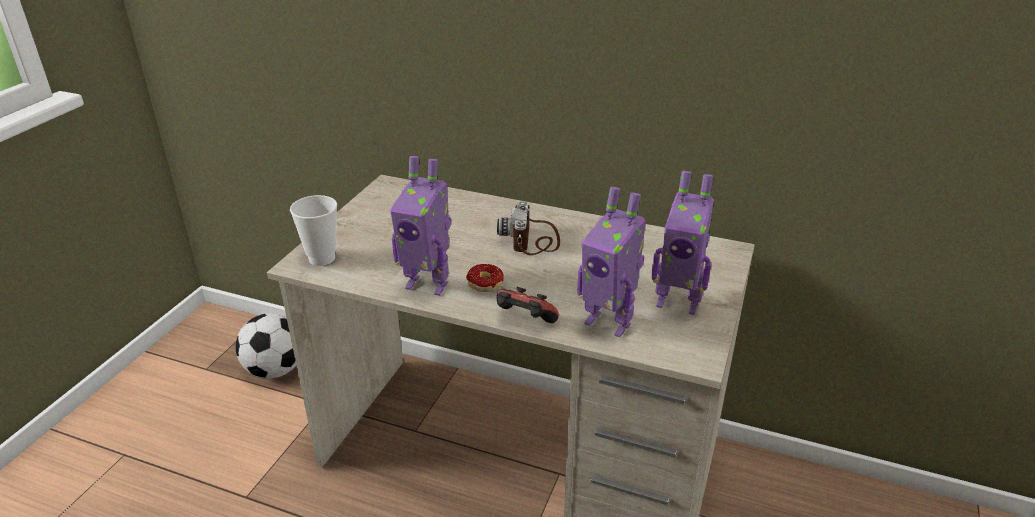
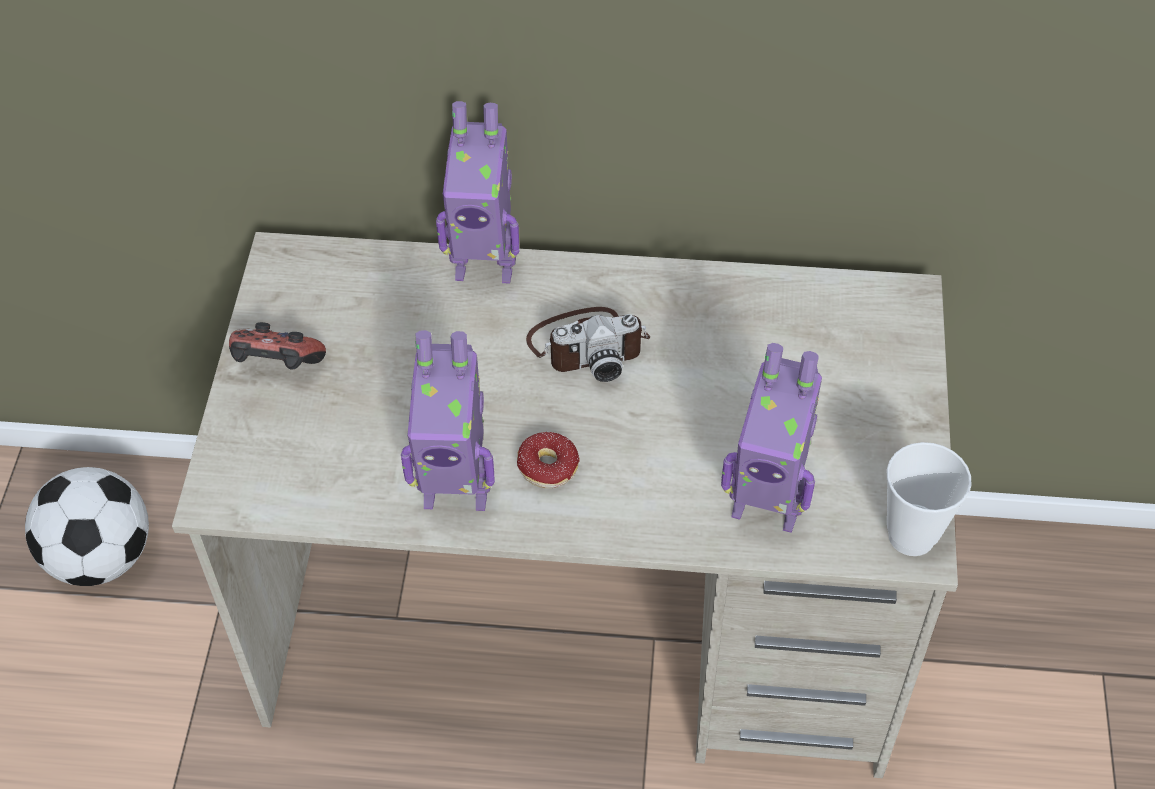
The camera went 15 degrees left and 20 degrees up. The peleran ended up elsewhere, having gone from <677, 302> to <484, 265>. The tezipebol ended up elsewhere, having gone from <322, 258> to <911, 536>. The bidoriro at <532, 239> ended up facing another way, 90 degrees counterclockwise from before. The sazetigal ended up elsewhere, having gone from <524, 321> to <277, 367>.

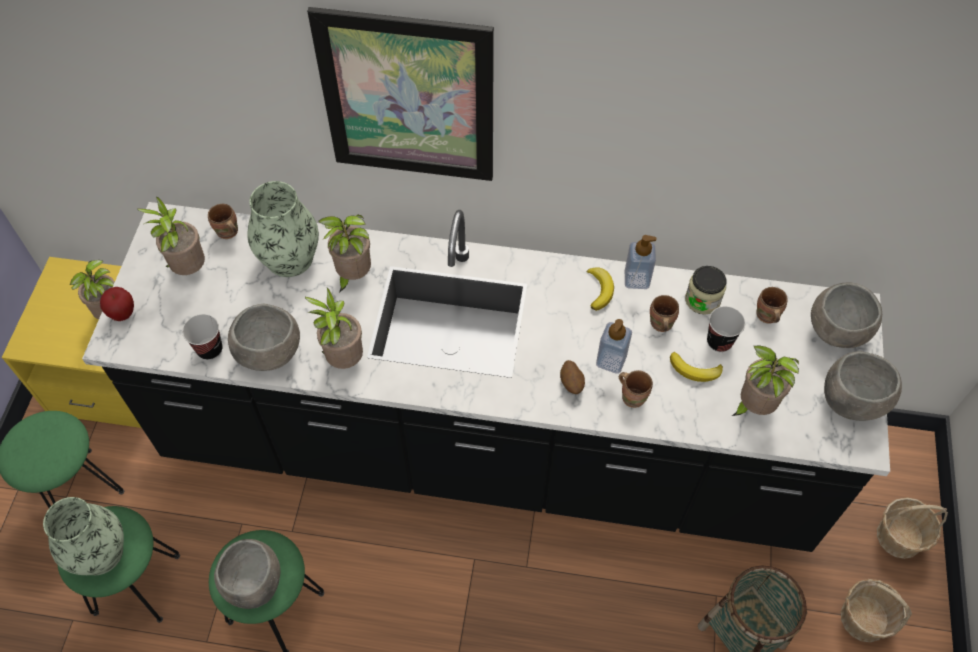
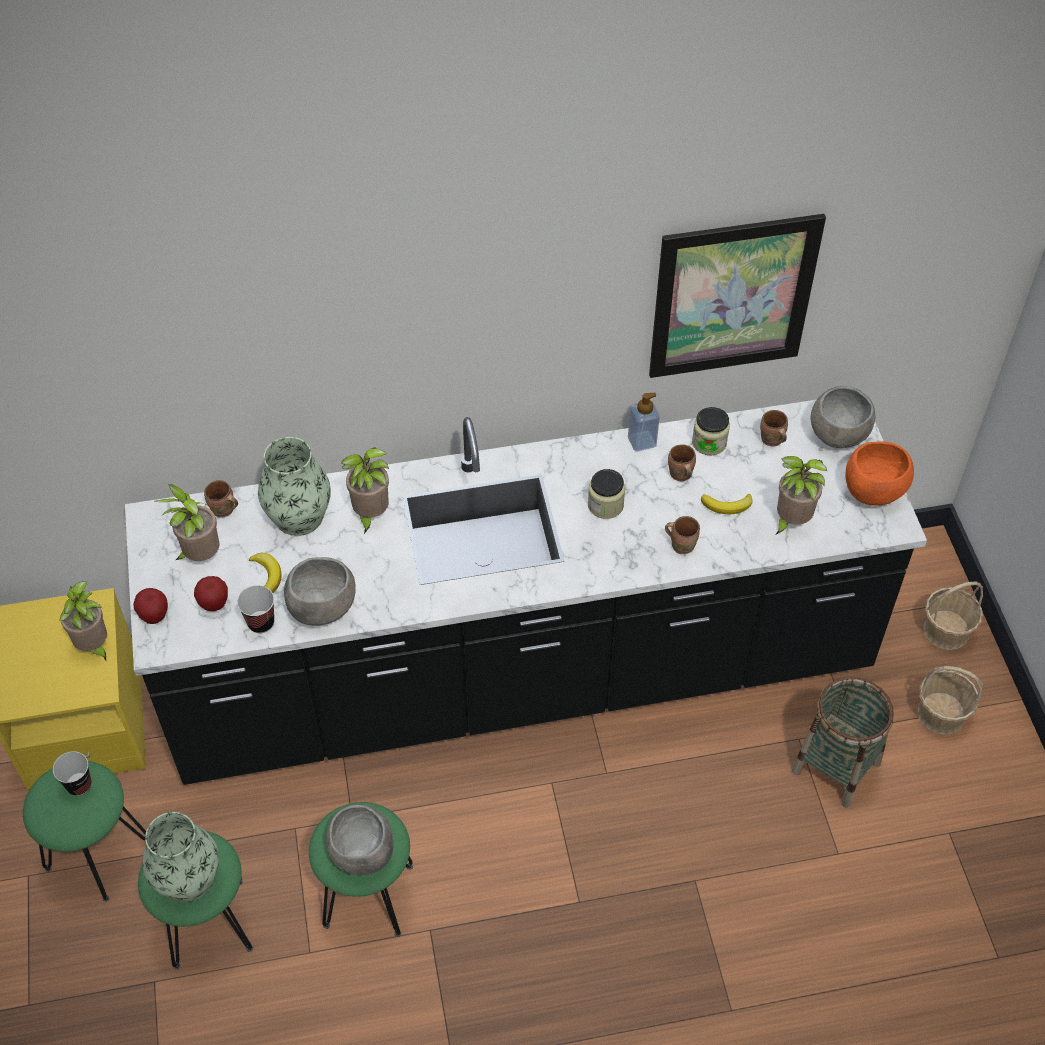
The camera went 20 degrees left and 5 degrees down. The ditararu ended up elsewhere, having gone from <408, 98> to <732, 297>. The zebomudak ended up elsewhere, having gone from <599, 290> to <267, 575>. The second view lost the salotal at <343, 359>. The tezipebol ended up elsewhere, having gone from <719, 342> to <79, 785>. The second view lost the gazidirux at <611, 361>. What was the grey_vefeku at <850, 401> turned into the orange_vefeku at <872, 492>. The second view lost the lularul at <571, 383>. The second view gained the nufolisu at <605, 505>. The second view gained the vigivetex at <214, 604>.

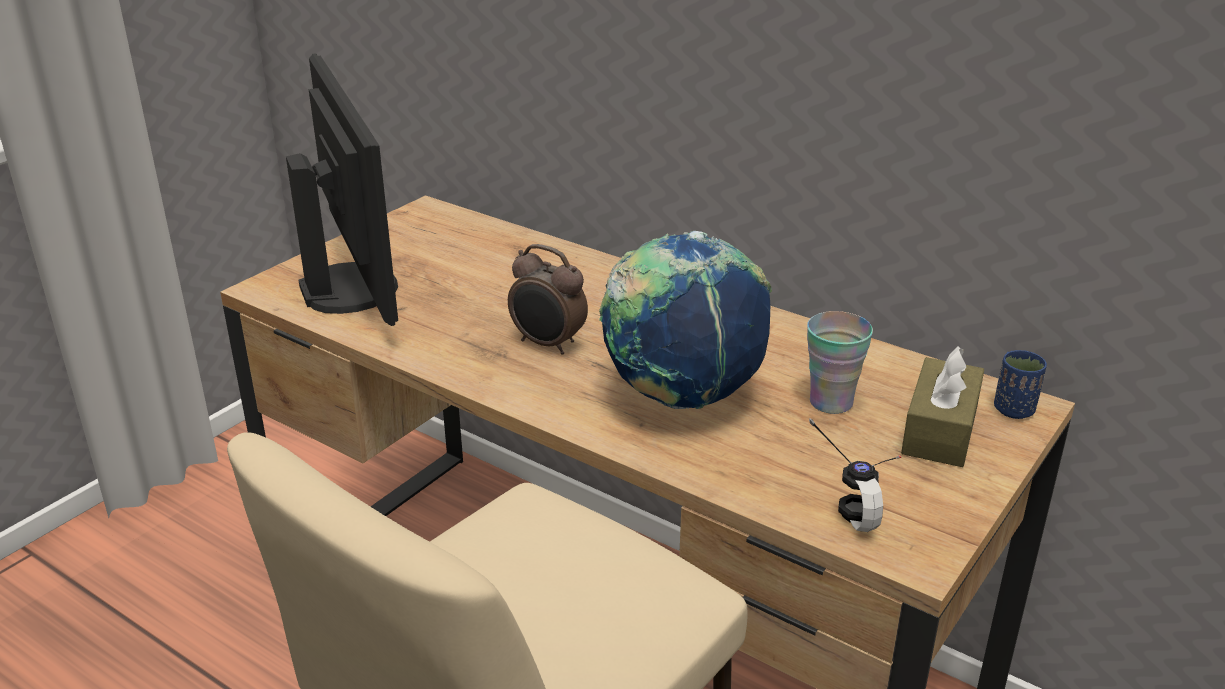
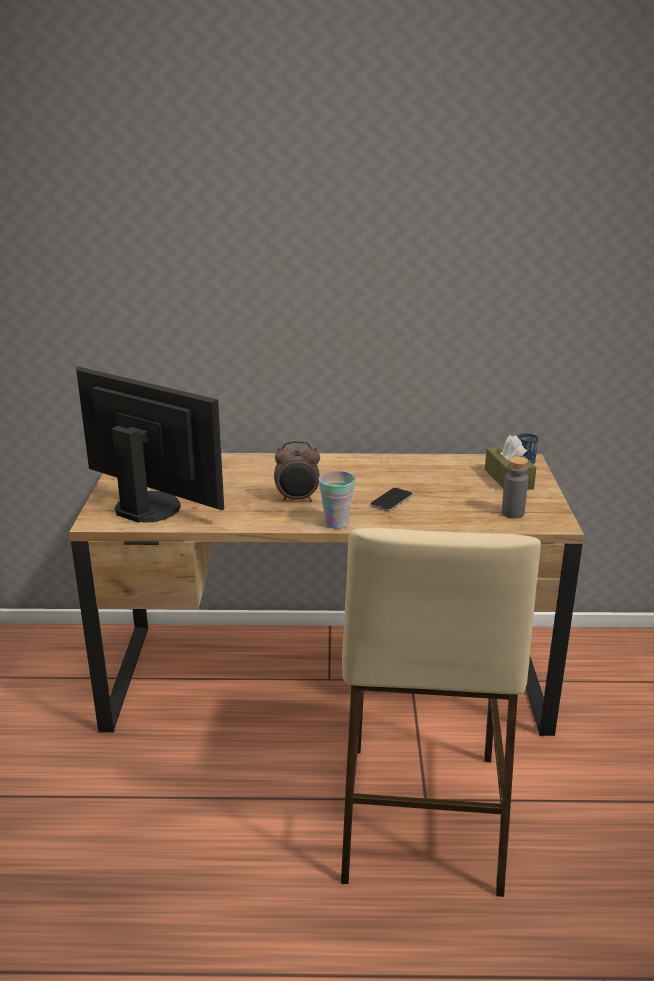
The camera went 35 degrees left and 5 degrees down. Where the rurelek stood at <681, 397>, the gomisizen came to stand at <391, 500>. The tezipebol ended up elsewhere, having gone from <831, 402> to <336, 523>. Where the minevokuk stood at <857, 500>, the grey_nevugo came to stand at <512, 513>.

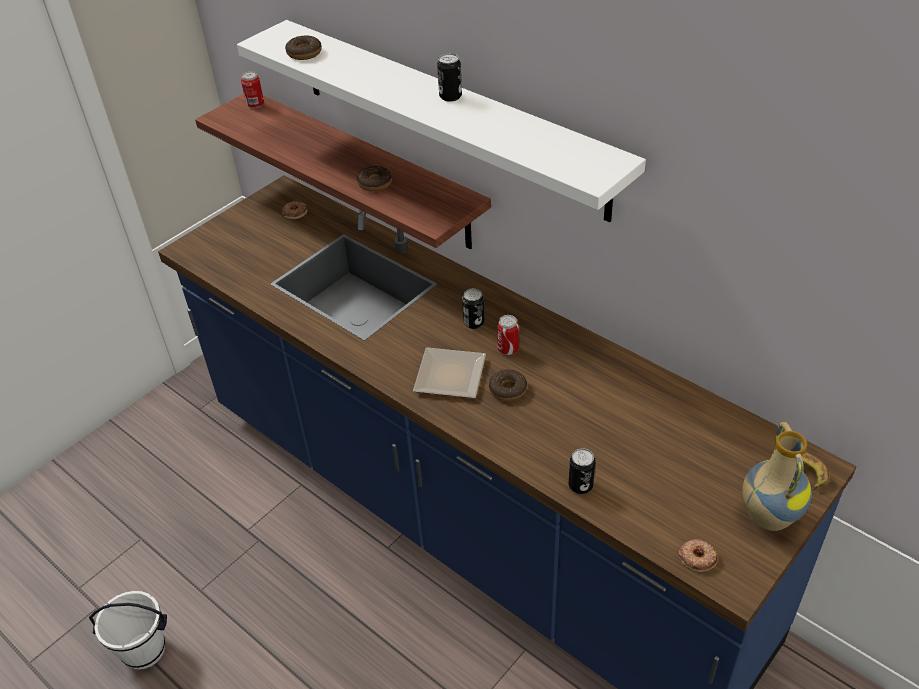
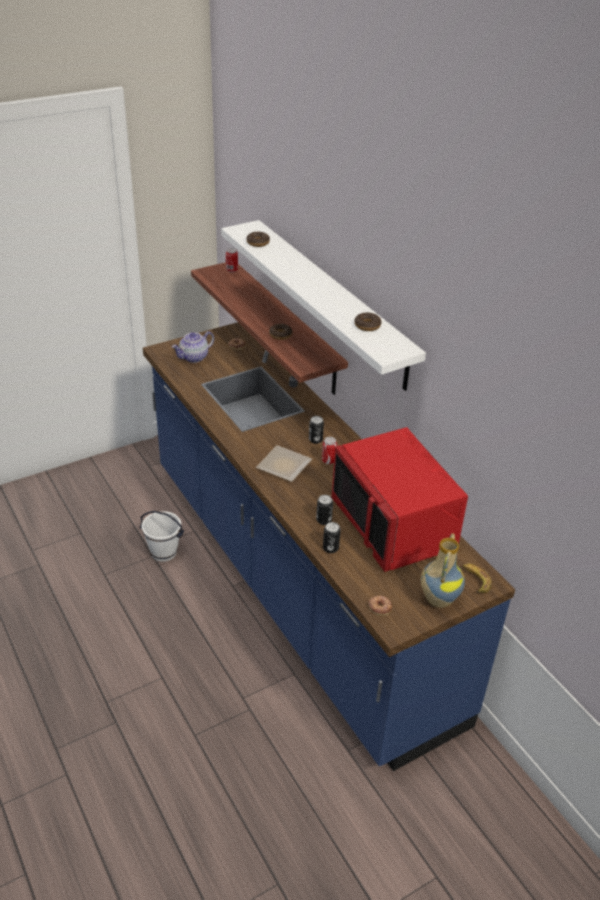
The camera went 15 degrees right and 5 degrees down. The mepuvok ended up elsewhere, having gone from <450, 96> to <323, 520>. The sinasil ended up elsewhere, having gone from <508, 389> to <367, 325>. The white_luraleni ended up elsewhere, having gone from <144, 650> to <164, 552>. The second view gained the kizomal at <194, 357>. The second view gained the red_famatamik at <395, 524>.

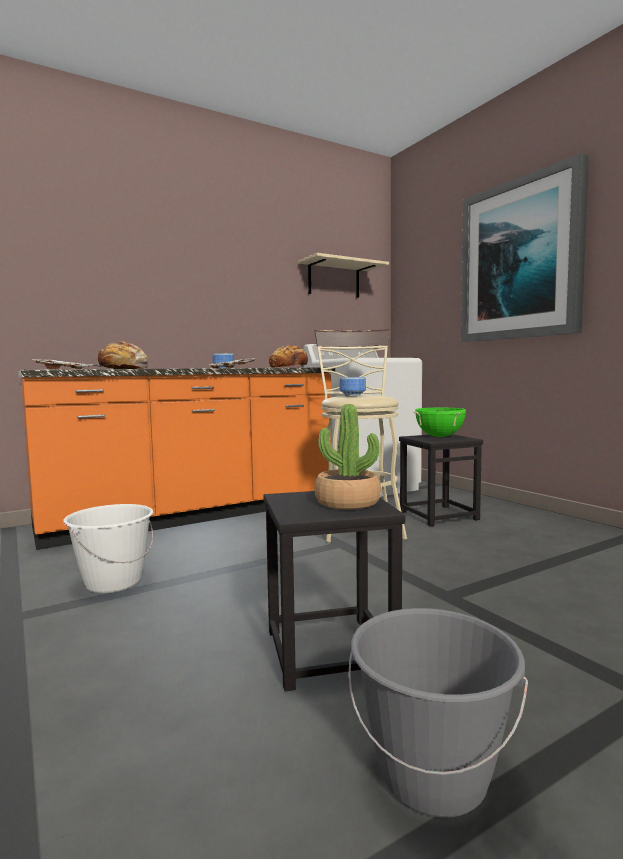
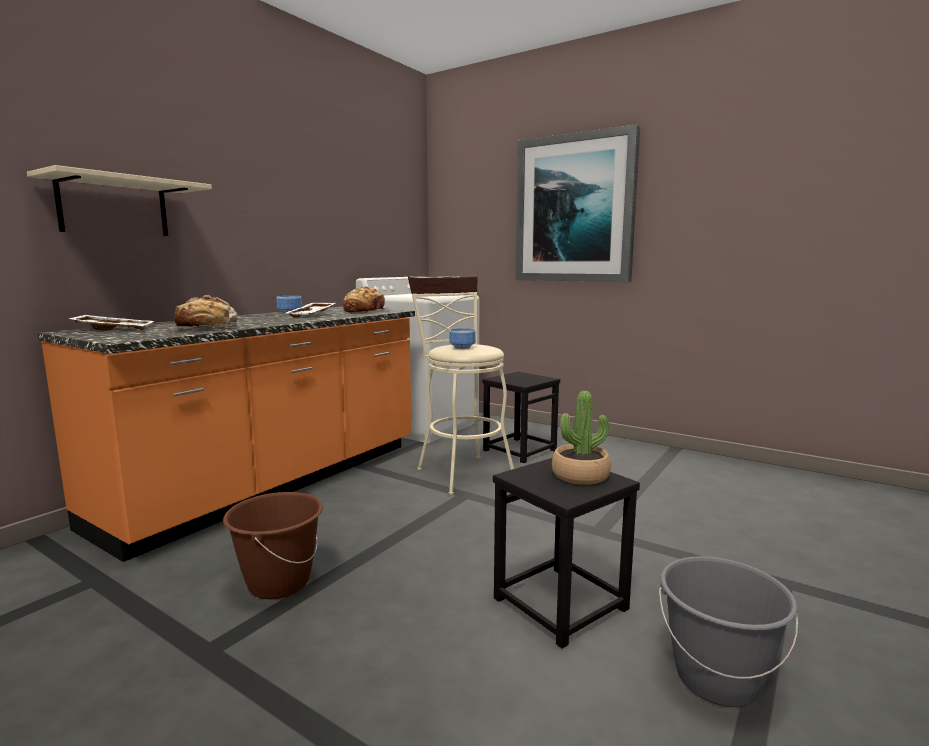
The camera went 25 degrees left and 5 degrees up. The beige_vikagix ended up elsewhere, having gone from <334, 280> to <114, 207>. The second view lost the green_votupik at <440, 436>. What was the white_luraleni at <113, 582> turned into the brown_luraleni at <278, 583>.

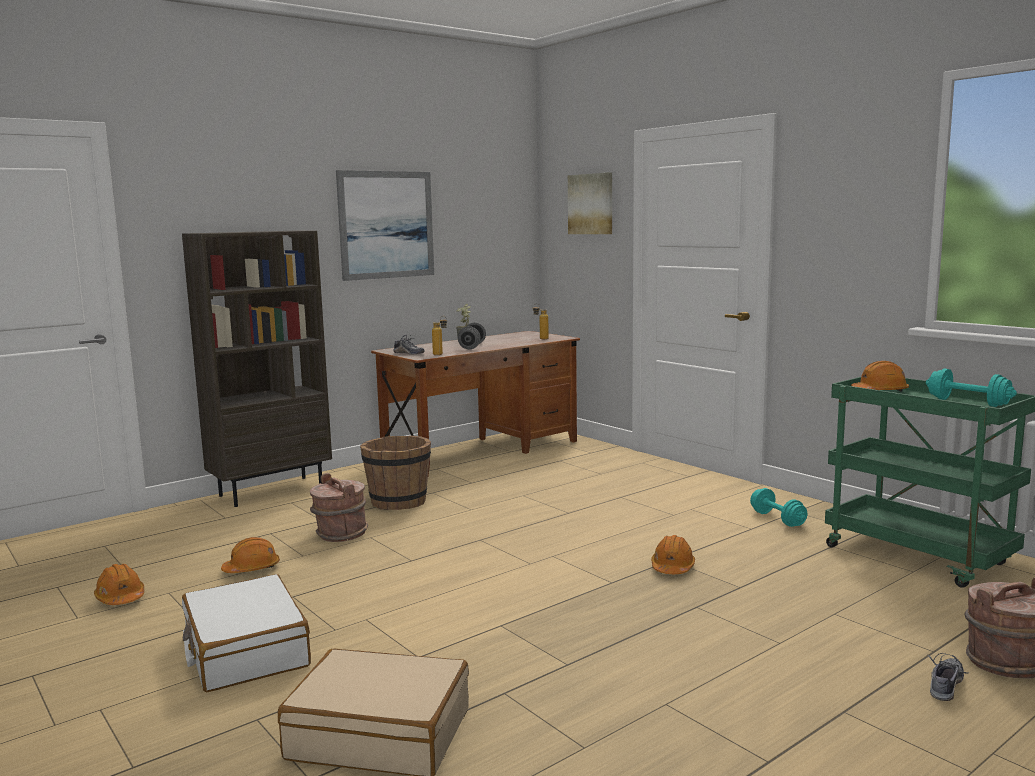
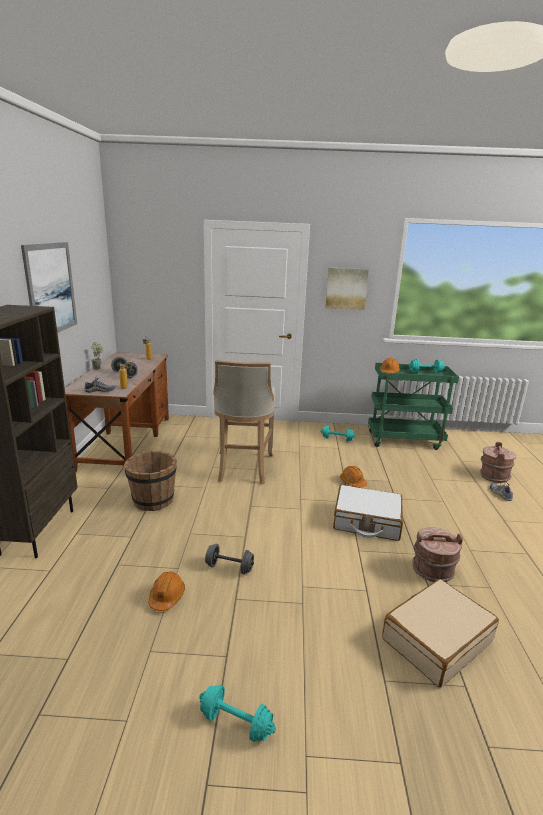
The camera went 50 degrees left and 10 degrees up. The ditararu ended up elsewhere, having gone from <591, 204> to <346, 288>. The brown_luraleni ended up elsewhere, having gone from <340, 534> to <432, 571>. The second view lost the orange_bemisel at <120, 598>. The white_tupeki ended up elsewhere, having gone from <245, 651> to <366, 521>. The second view gained the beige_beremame at <243, 469>. The second view gained the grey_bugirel at <229, 567>. The second view gained the turquoise_bugirel at <236, 723>.

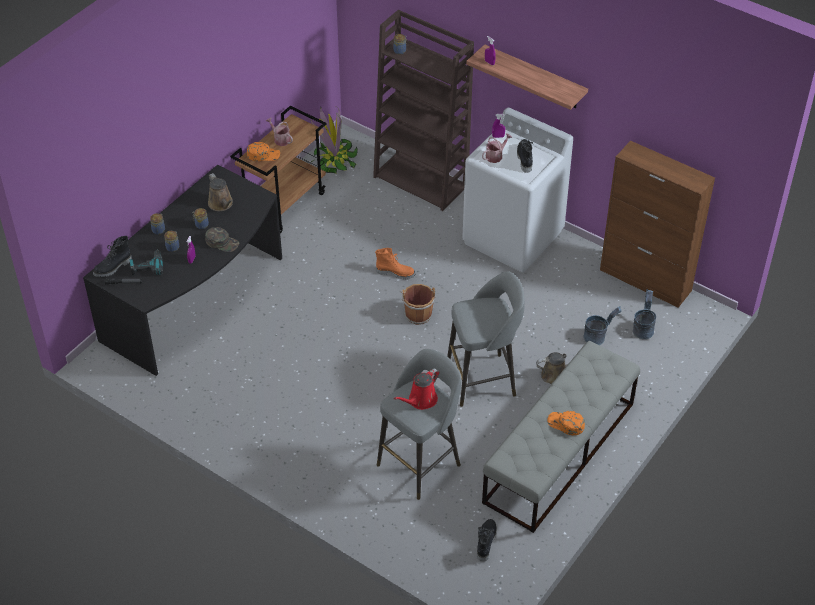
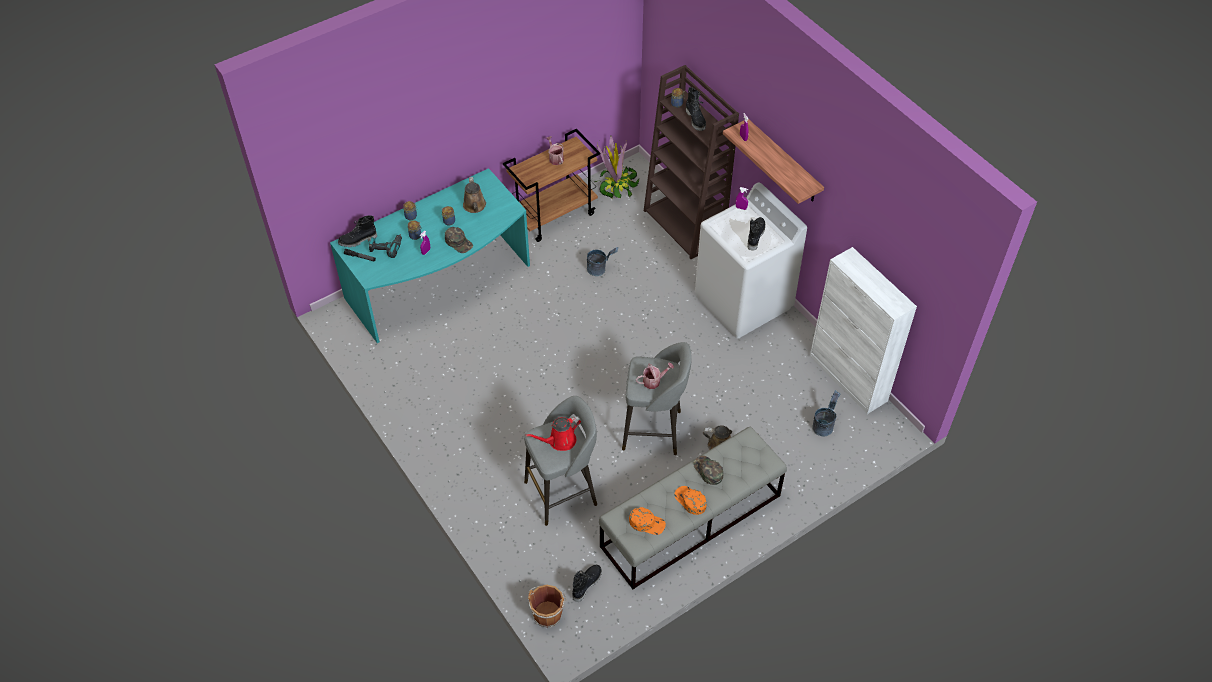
The camera went 20 degrees right and 5 degrees up. The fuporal ended up elsewhere, having gone from <495, 156> to <654, 381>. What was the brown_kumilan at <645, 280> turned into the white_kumilan at <848, 379>. The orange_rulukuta ended up elsewhere, having gone from <263, 154> to <647, 523>. What was the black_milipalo at <197, 301> turned into the turquoise_milipalo at <440, 285>. The second view lost the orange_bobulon at <395, 272>. The brown_luraleni ended up elsewhere, having gone from <418, 314> to <547, 613>. The grey_luraleni ended up elsewhere, having gone from <598, 337> to <600, 269>. The second view gained the black_bobulon at <696, 119>. The second view gained the green_rulukuta at <708, 471>.

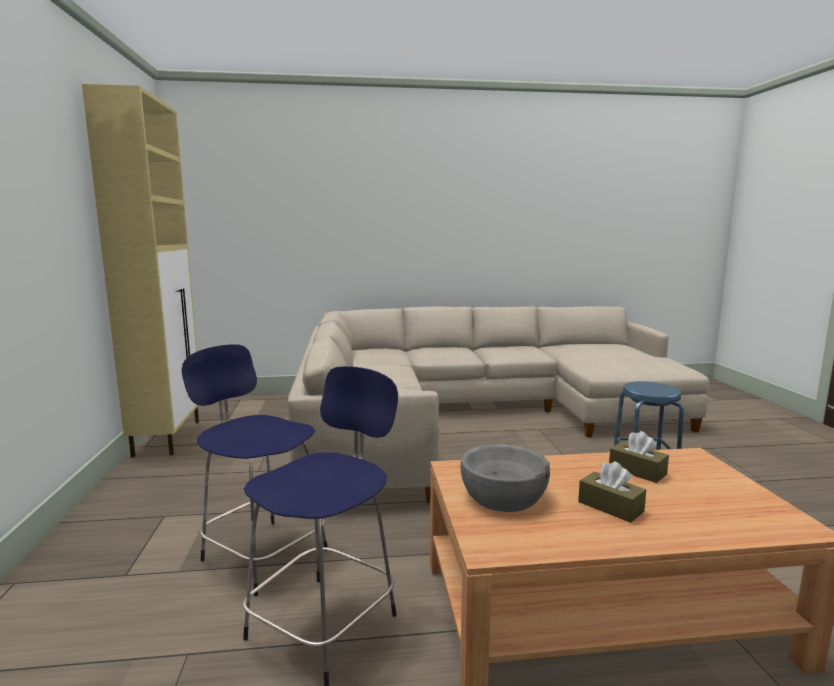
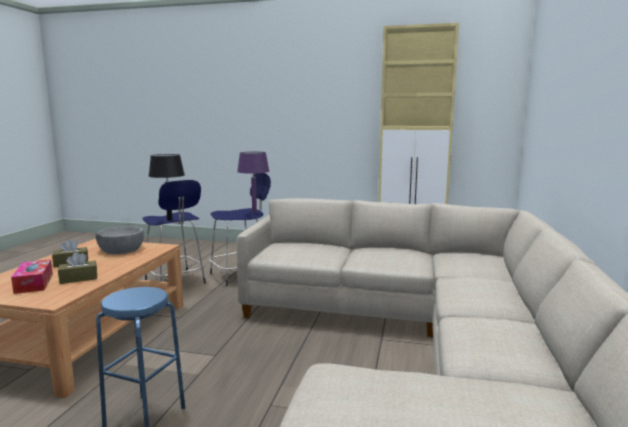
The camera went 110 degrees right and 0 degrees up. The second view gained the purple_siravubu at <254, 213>. The second view gained the black_siravubu at <169, 220>. The second view gained the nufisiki at <34, 283>.

